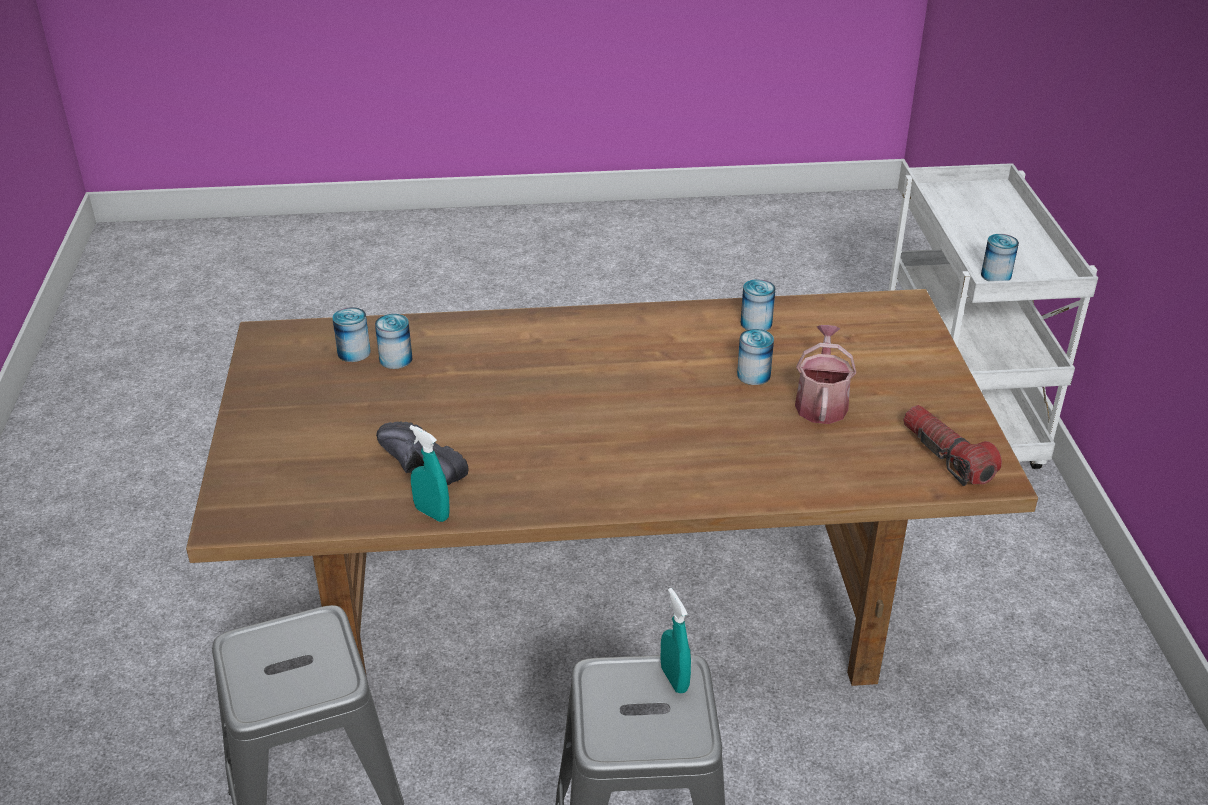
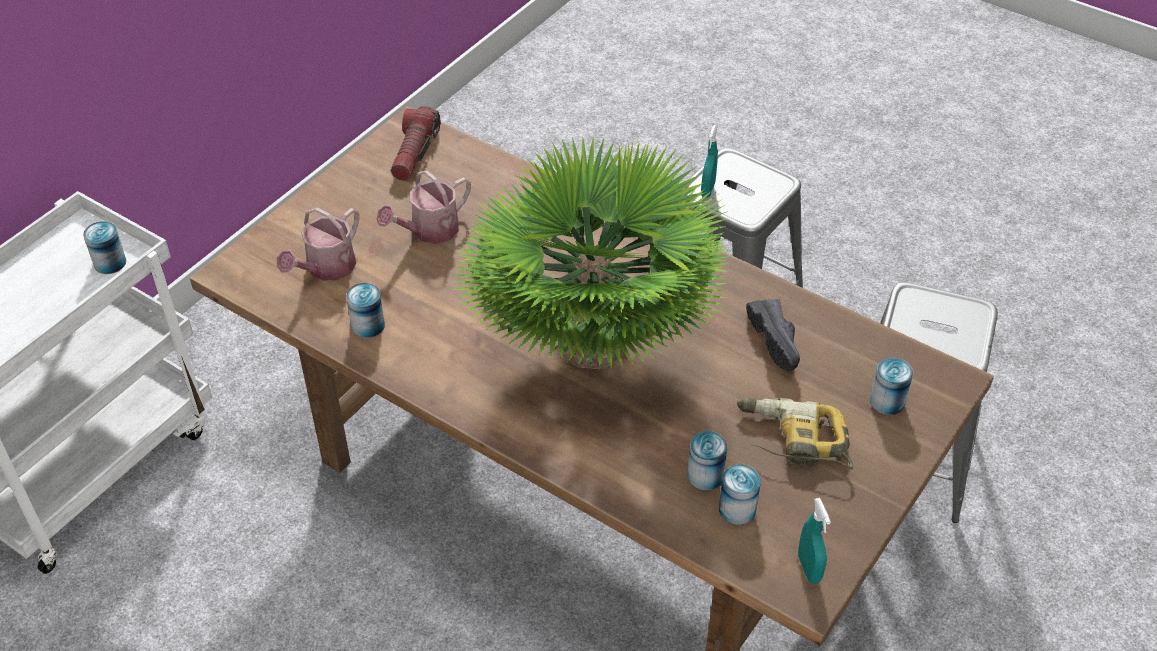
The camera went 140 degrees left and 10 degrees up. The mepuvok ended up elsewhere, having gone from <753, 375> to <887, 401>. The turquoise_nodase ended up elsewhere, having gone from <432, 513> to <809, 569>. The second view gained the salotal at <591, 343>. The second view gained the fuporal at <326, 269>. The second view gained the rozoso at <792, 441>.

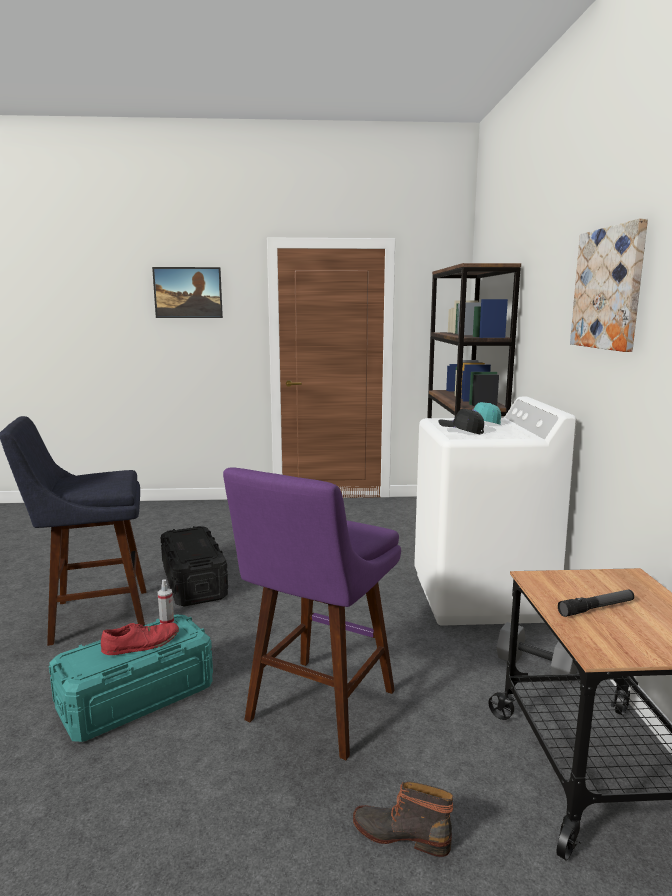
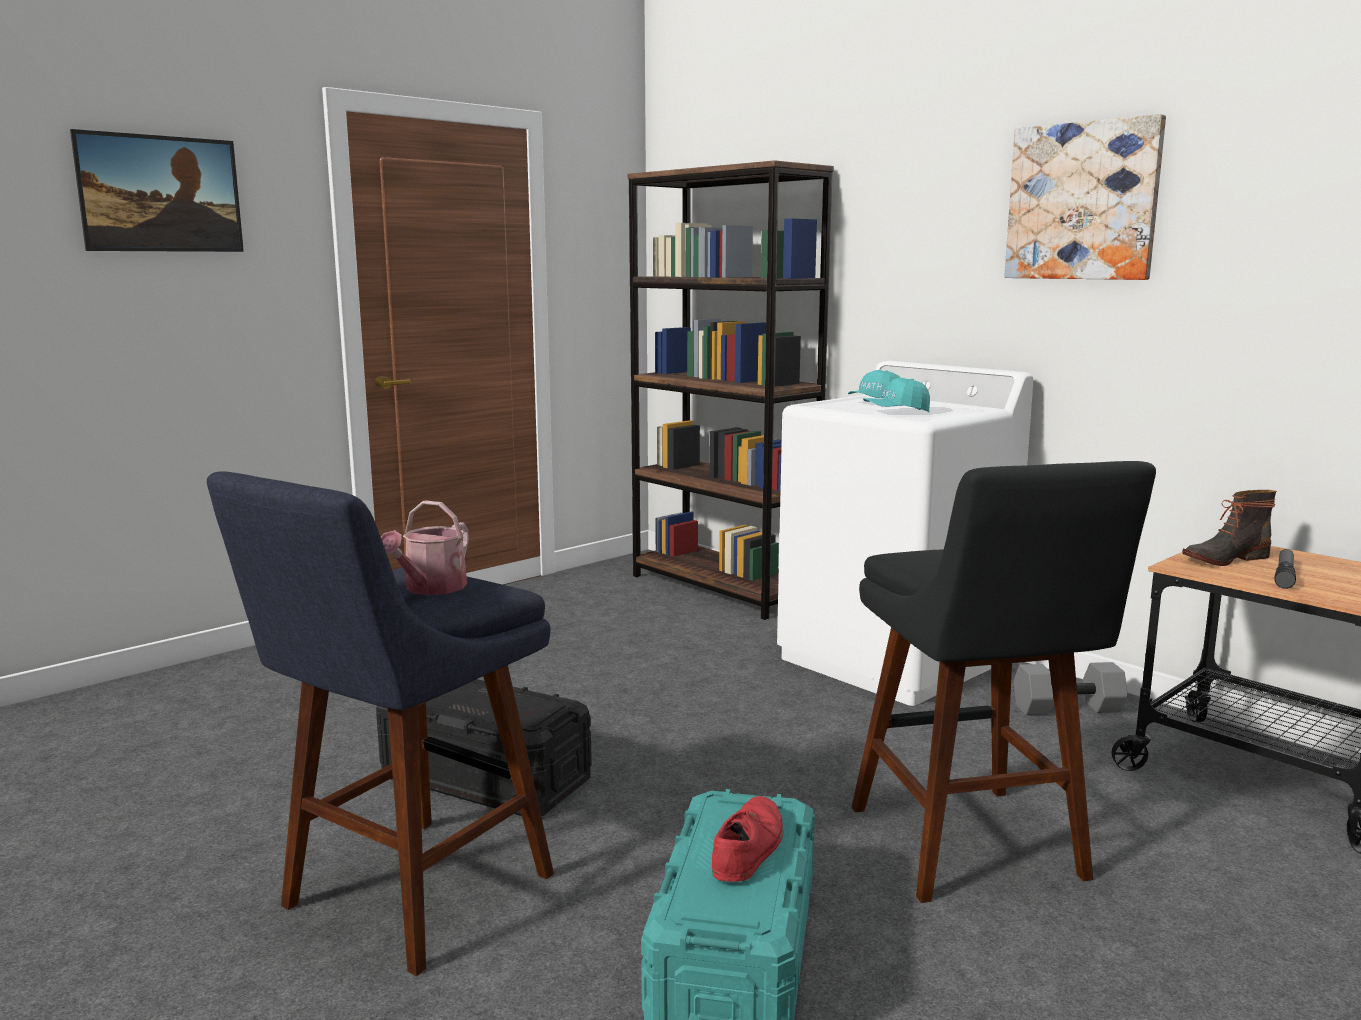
The camera went 40 degrees left and 0 degrees up. What was the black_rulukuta at <461, 431> turned into the turquoise_rulukuta at <896, 412>. What was the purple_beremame at <317, 711> turned into the black_beremame at <972, 850>. The second view lost the nodase at <167, 622>. The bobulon ended up elsewhere, having gone from <401, 833> to <1223, 558>. The second view gained the fuporal at <430, 588>.

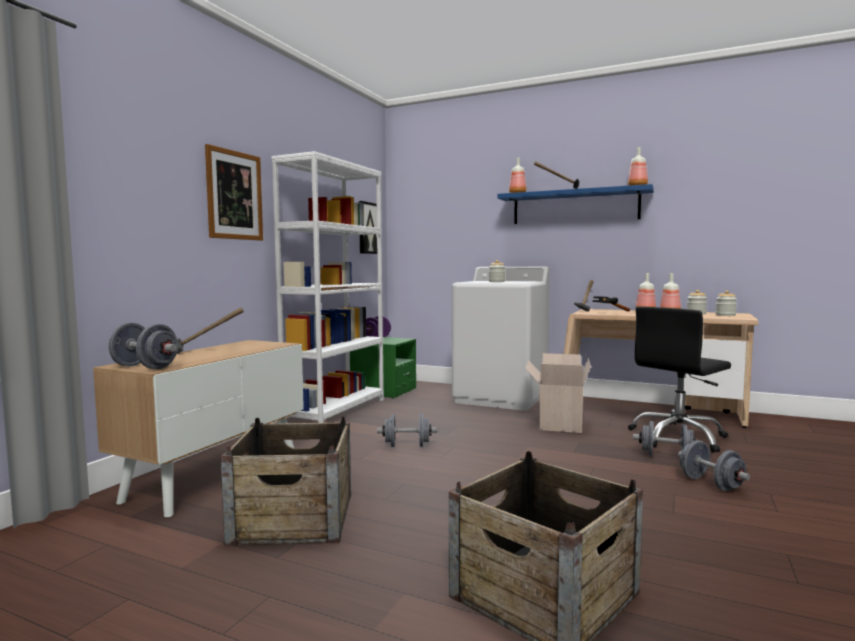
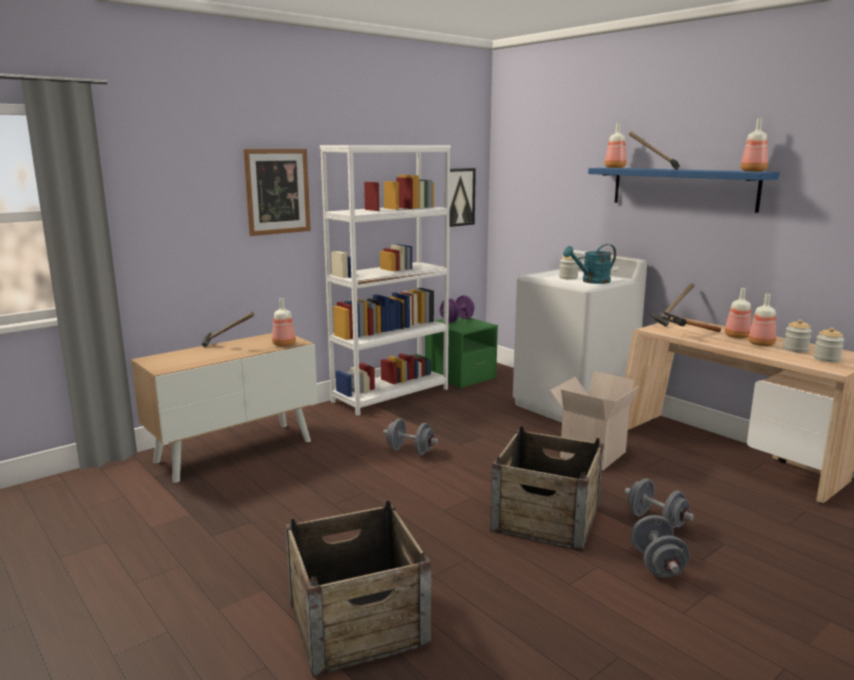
The camera went 25 degrees right and 10 degrees up. The second view lost the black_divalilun at <678, 437>. The second view lost the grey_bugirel at <145, 367>. The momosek ended up elsewhere, having gone from <294, 518> to <546, 518>. The second view gained the turquoise_fuporal at <591, 281>. The second view gained the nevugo at <284, 345>.

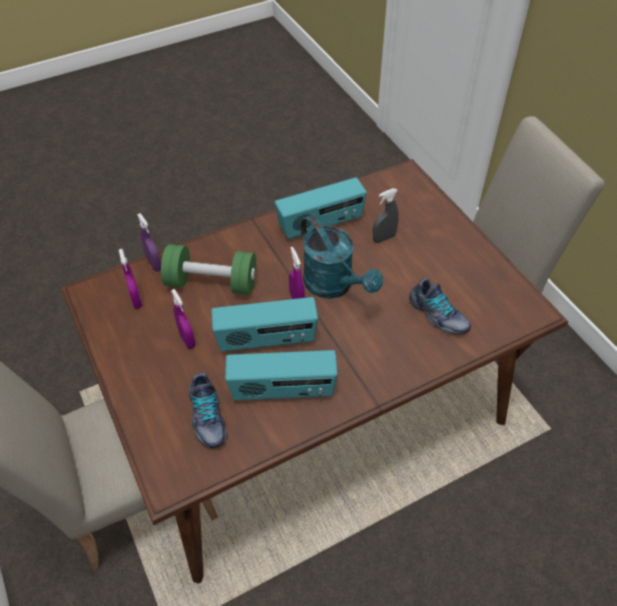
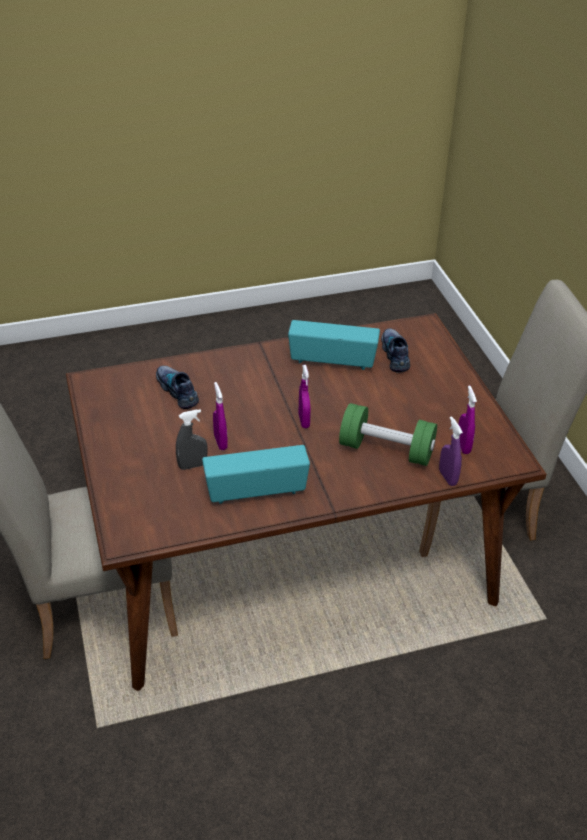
The camera went 170 degrees left and 10 degrees down. The second view lost the turquoise_fuporal at <334, 286>. The purple_nodase ended up elsewhere, having gone from <187, 339> to <220, 442>. The second view lost the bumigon at <267, 340>.

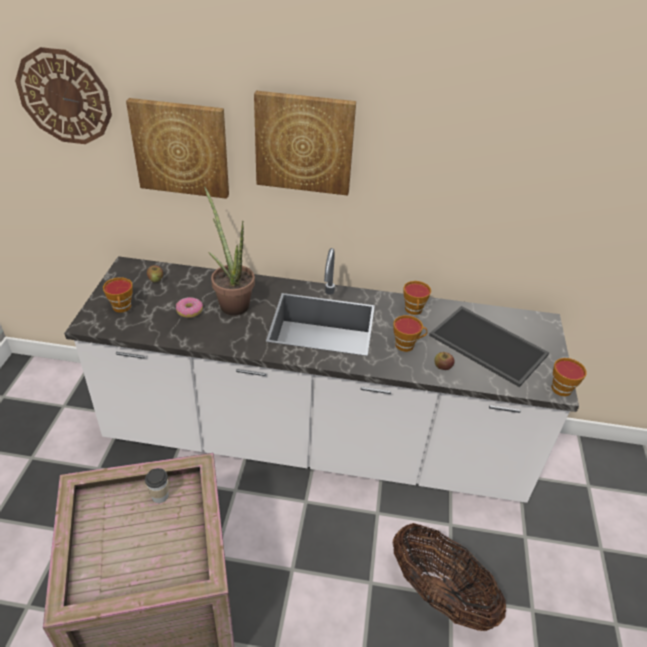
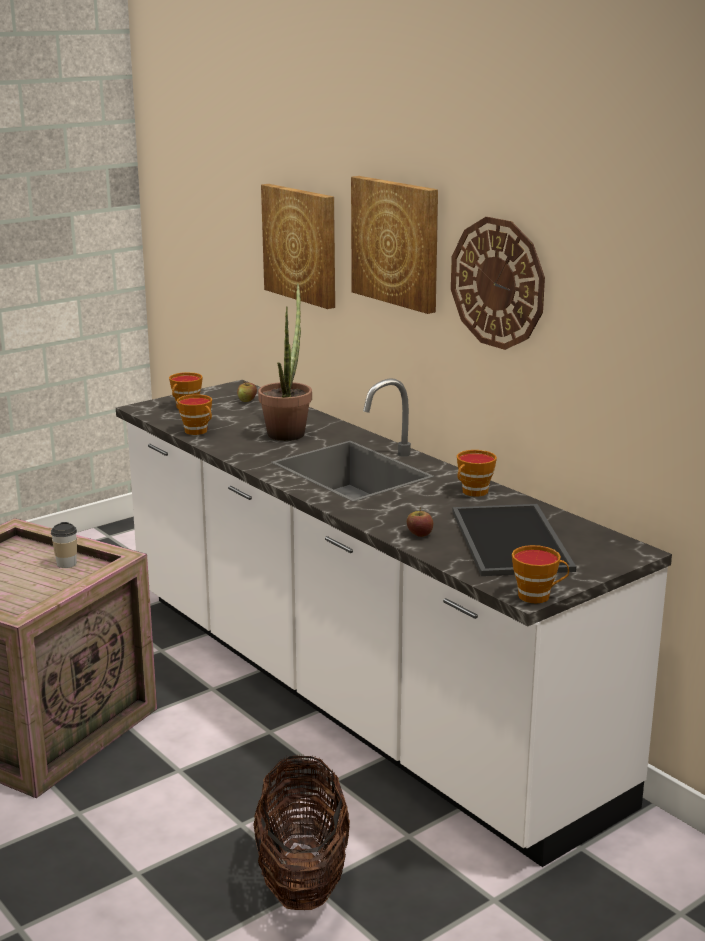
The camera went 45 degrees right and 20 degrees down. The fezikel ended up elsewhere, having gone from <64, 97> to <498, 283>. The second view lost the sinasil at <189, 311>. The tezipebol ended up elsewhere, having gone from <407, 345> to <198, 431>.

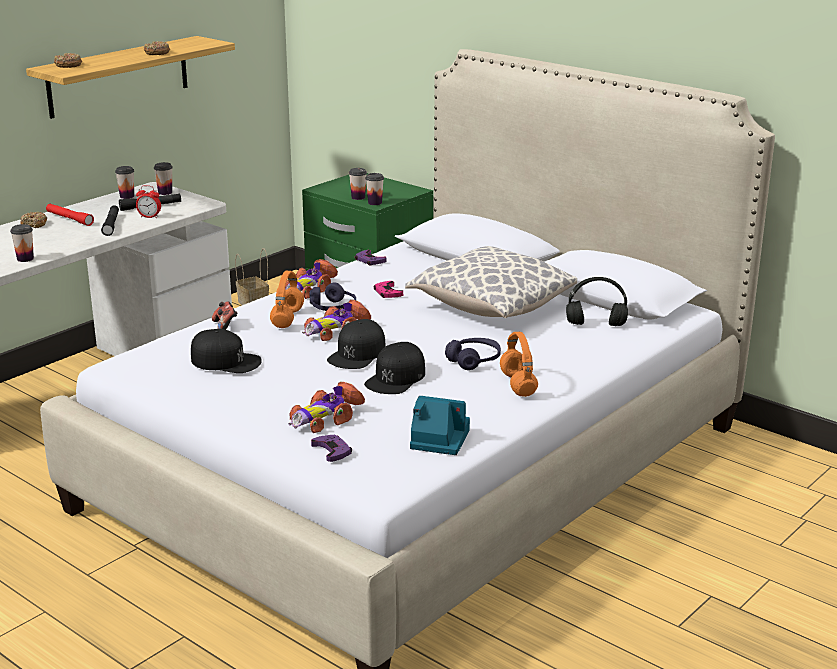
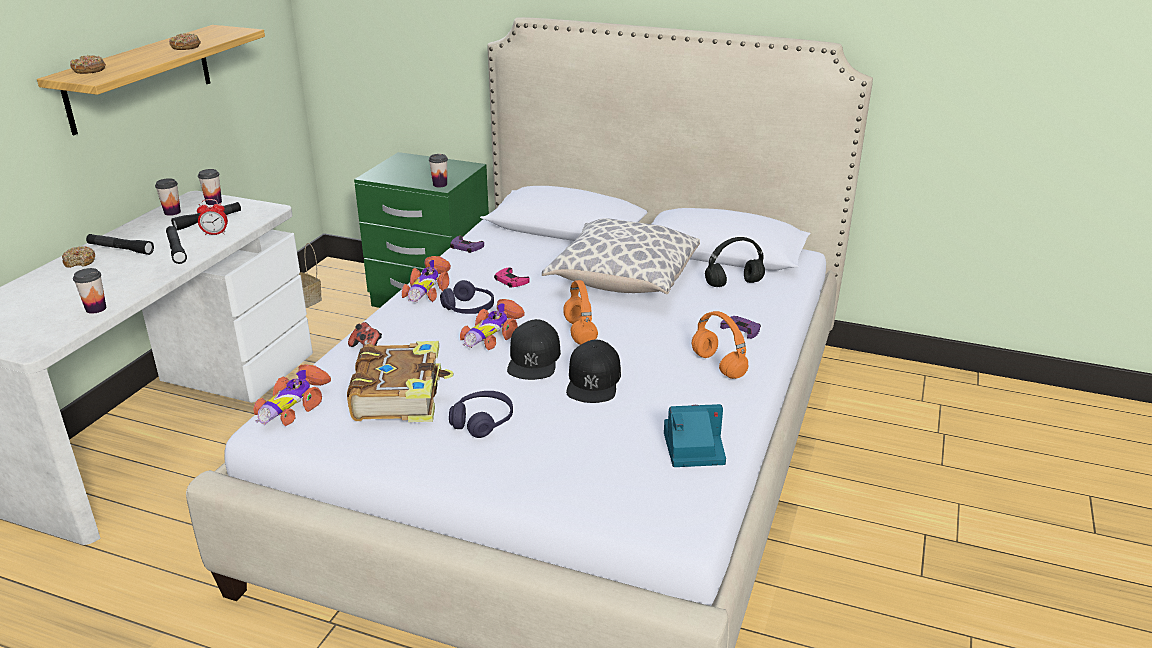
The camera went 20 degrees left and 5 degrees up. The second view lost the tezipebol at <358, 197>. What was the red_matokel at <69, 219> turned into the black_matokel at <120, 249>. The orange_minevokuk ended up elsewhere, having gone from <287, 318> to <579, 332>. Where the black_rulukuta stood at <226, 361>, the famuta came to stand at <400, 395>. The purple_minevokuk ended up elsewhere, having gone from <474, 360> to <482, 421>. The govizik ended up elsewhere, having gone from <325, 418> to <293, 406>. The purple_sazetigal ended up elsewhere, having gone from <332, 451> to <741, 329>.

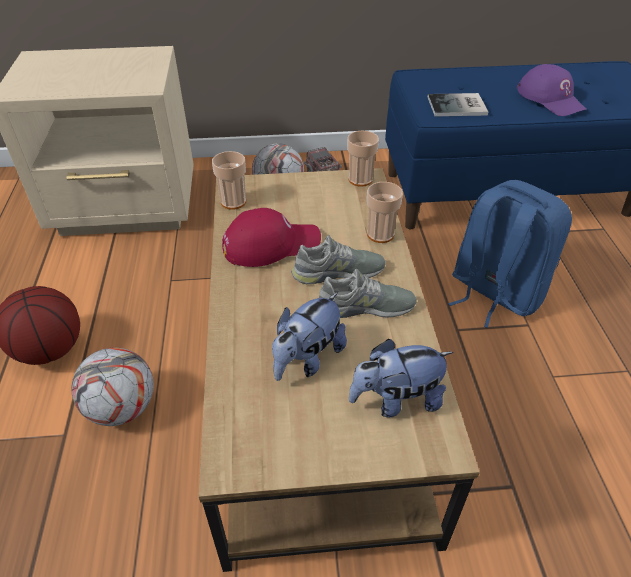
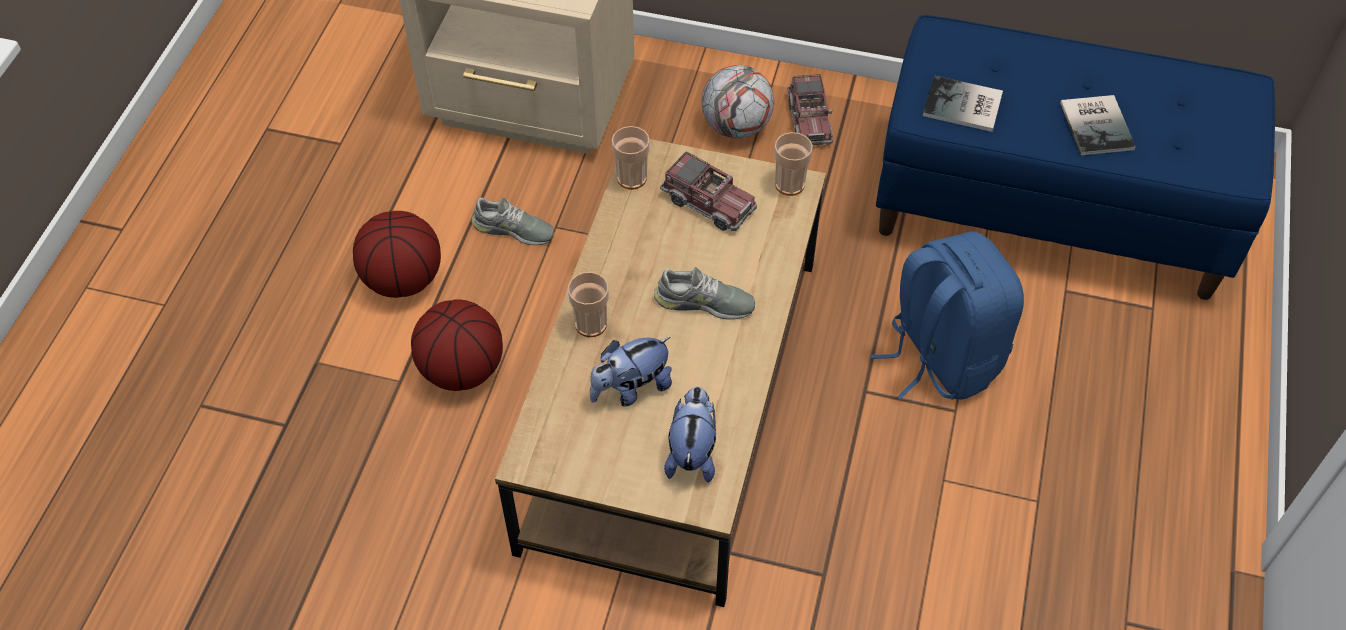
The camera went 20 degrees right and 10 degrees up. Where the purple_rulukuta stood at <550, 99>, the famuta came to stand at <1098, 124>. The tezipebol ended up elsewhere, having gone from <380, 234> to <591, 324>. The second view lost the red_rulukuta at <271, 244>. The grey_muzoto ended up elsewhere, having gone from <365, 307> to <513, 230>. The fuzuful at <396, 400> ended up facing another way, 90 degrees clockwise from before. Where the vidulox stood at <122, 408>, the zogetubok came to stand at <462, 370>. The second view gained the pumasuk at <708, 203>.

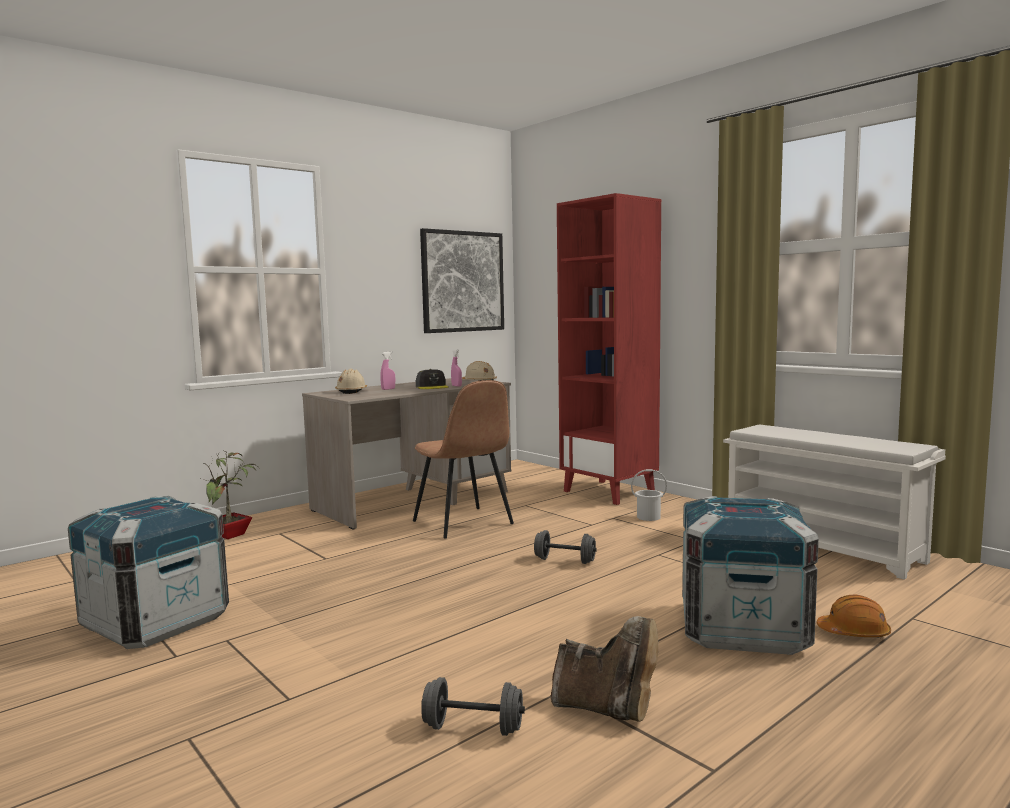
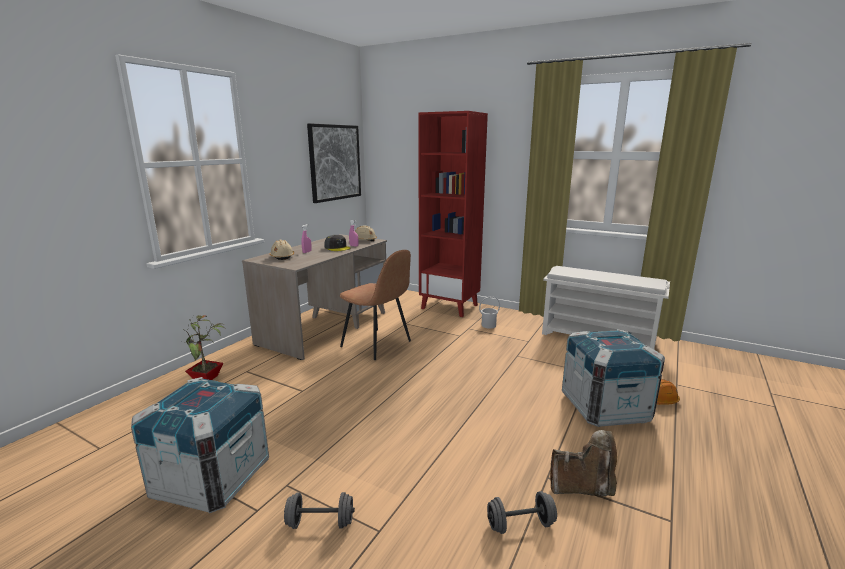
The camera went 20 degrees left and 10 degrees up. The grey_bugirel ended up elsewhere, having gone from <565, 560> to <320, 522>.

